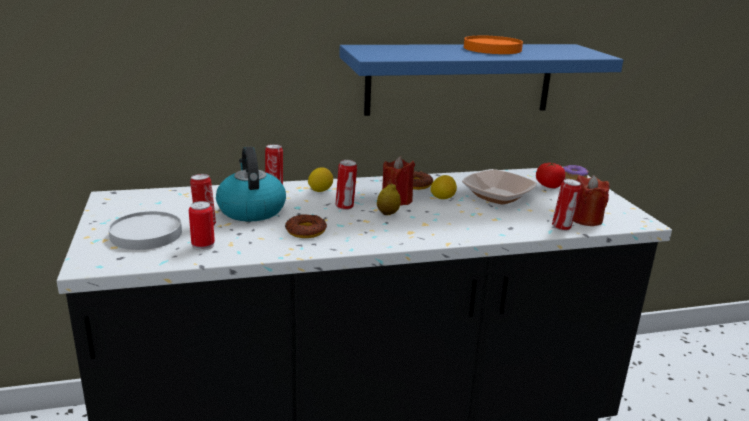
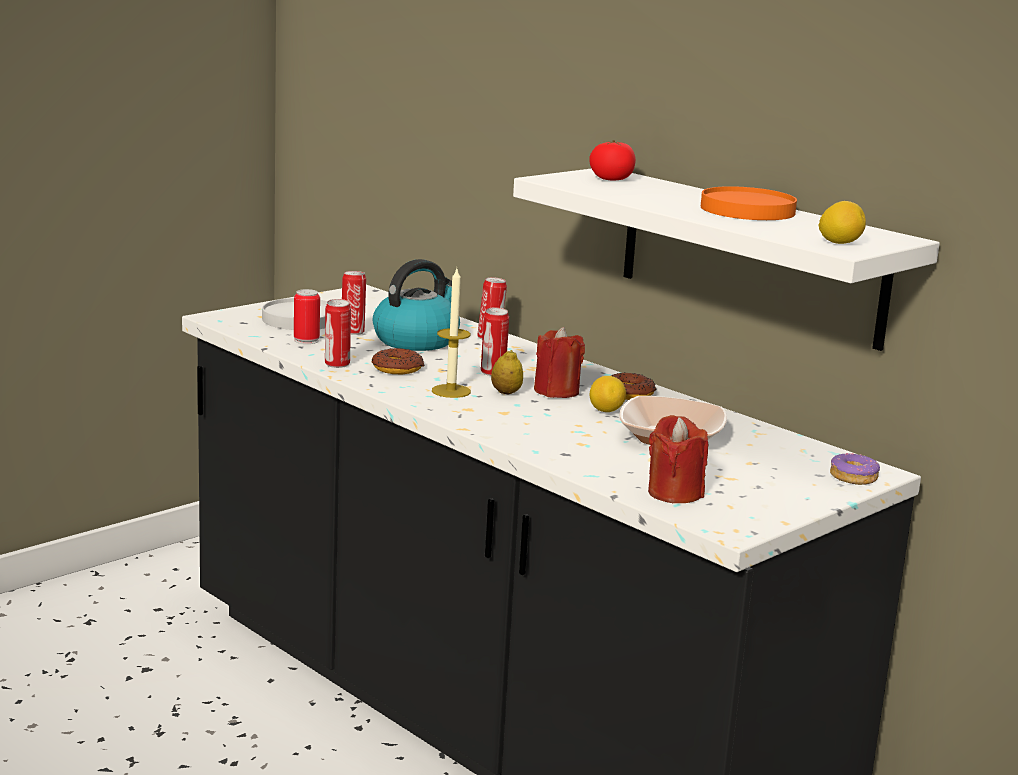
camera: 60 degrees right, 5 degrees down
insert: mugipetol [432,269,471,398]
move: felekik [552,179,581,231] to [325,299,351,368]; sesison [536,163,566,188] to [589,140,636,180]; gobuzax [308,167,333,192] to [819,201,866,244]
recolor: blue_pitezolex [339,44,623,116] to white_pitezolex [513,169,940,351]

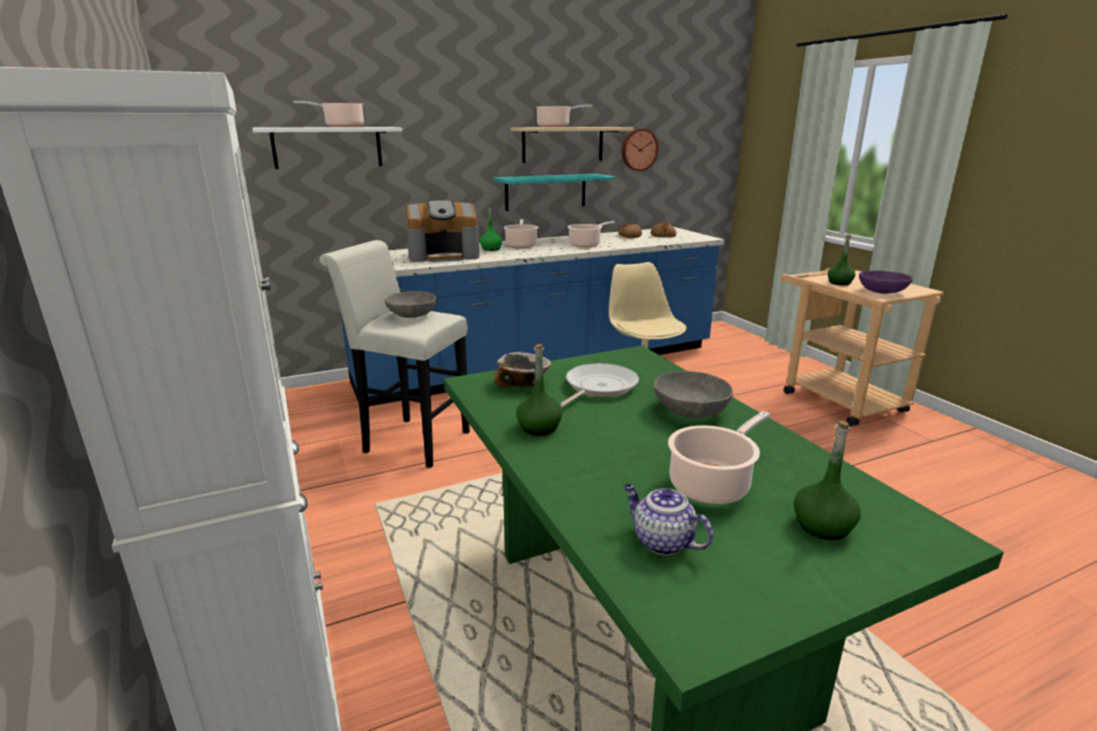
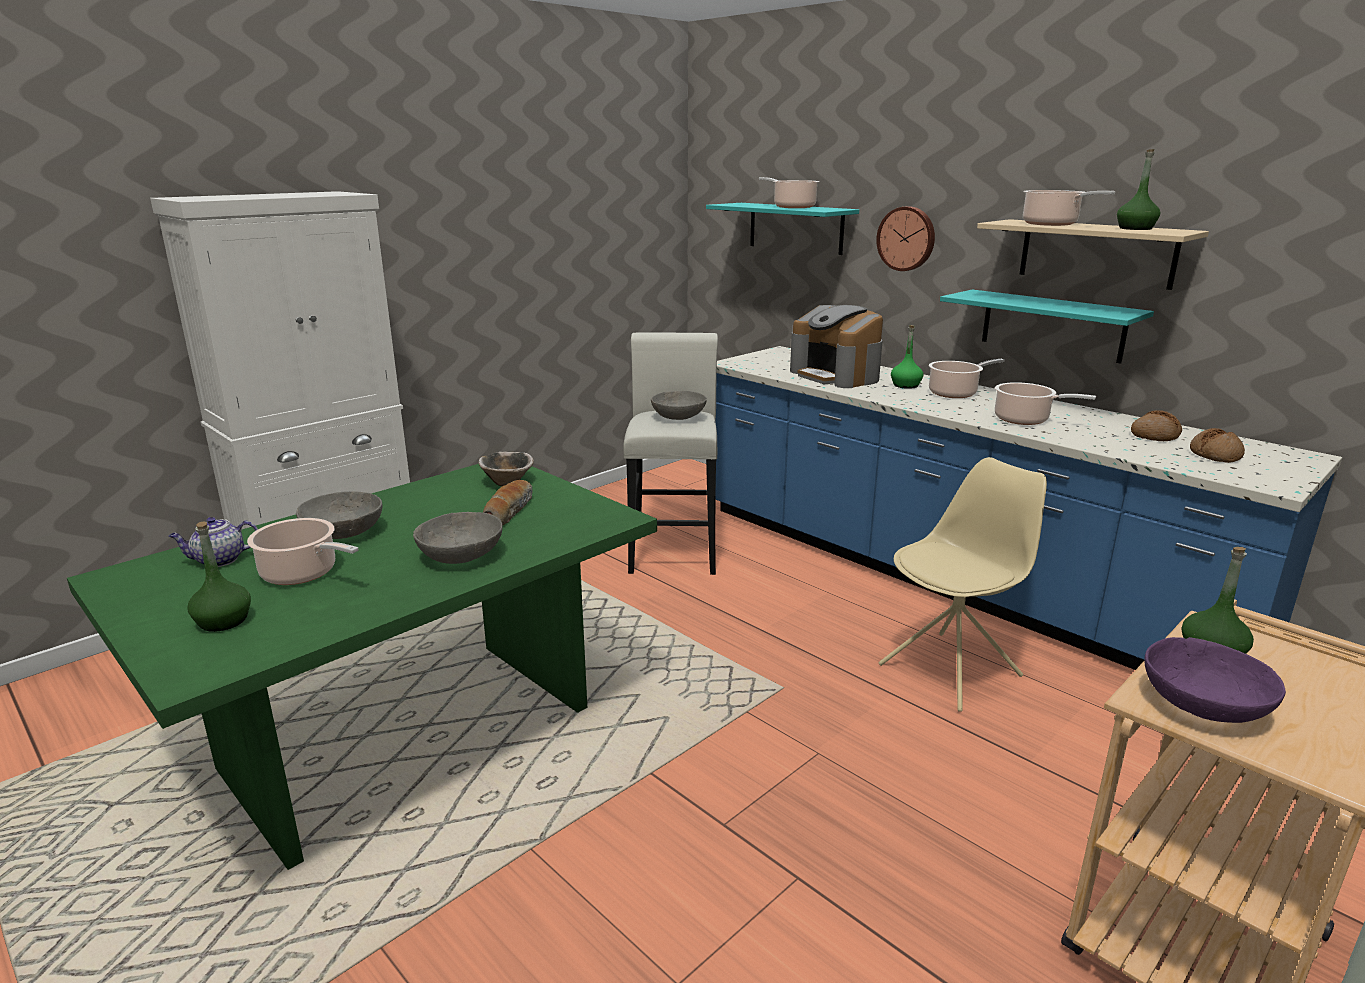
camera: 70 degrees right, 0 degrees up
insert: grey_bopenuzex [296,491,383,539]
move: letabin [622,129,658,171] to [876,206,935,271]; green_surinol [516,344,563,436] to [1117,149,1160,230]
replace: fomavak [560,363,639,408] to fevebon [483,480,532,526]
recolor: white_pitezolex [252,127,402,169] to turquoise_pitezolex [706,203,859,255]
rotate: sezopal [624,484,713,555] = [169,517,258,567] 135 degrees counterclockwise

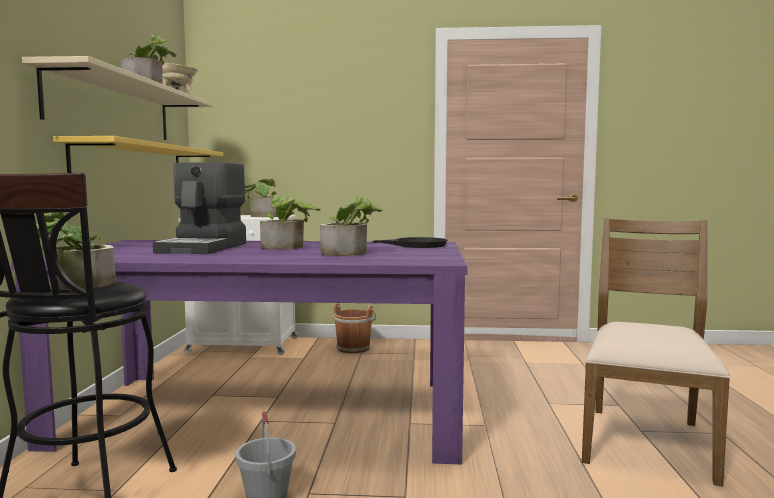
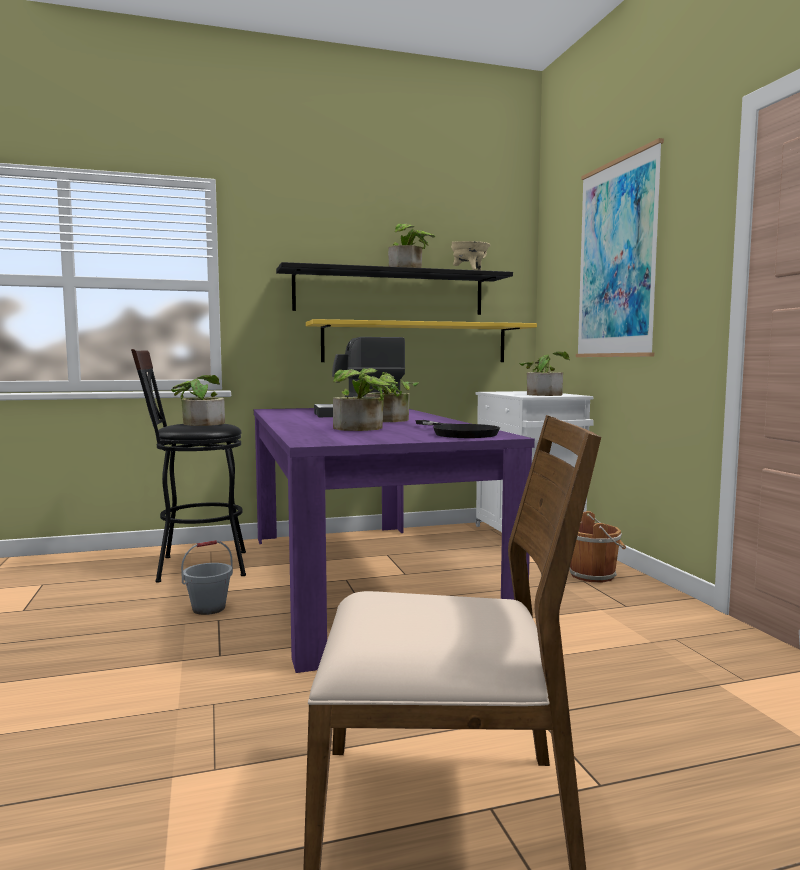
camera: 70 degrees right, 0 degrees up
insert: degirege [576,138,664,357]
recolor: beige_pitezolex [22,56,213,140] to black_pitezolex [276,262,513,315]

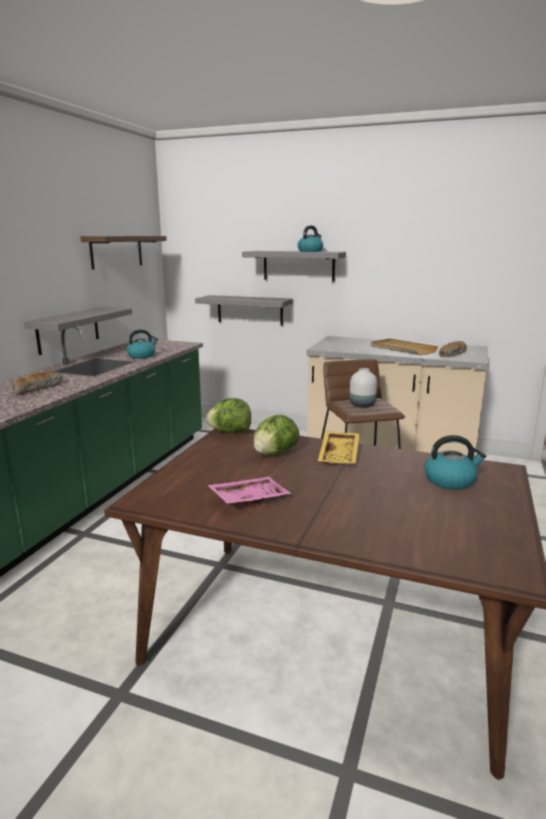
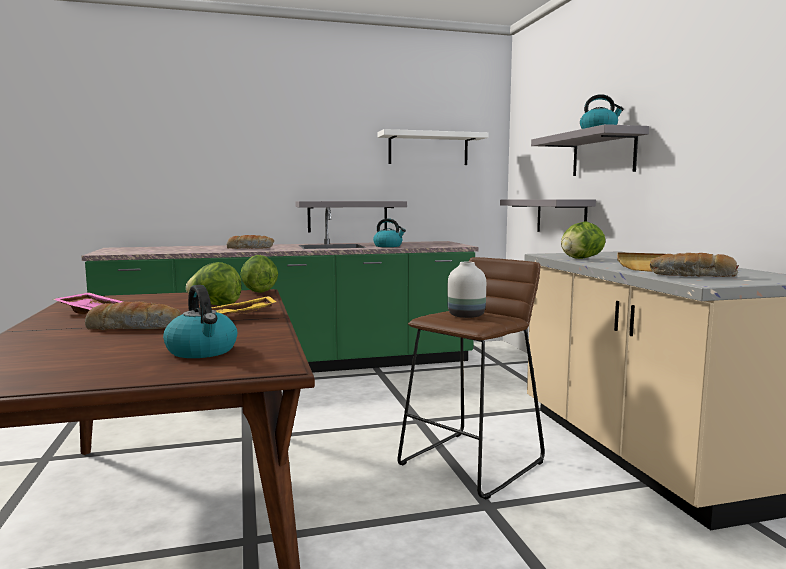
camera: 55 degrees right, 10 degrees down
insert: fevebon [85,302,181,330]; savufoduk [561,222,605,259]
recolor: brown_pitezolex [81,236,167,269] to white_pitezolex [377,129,489,165]

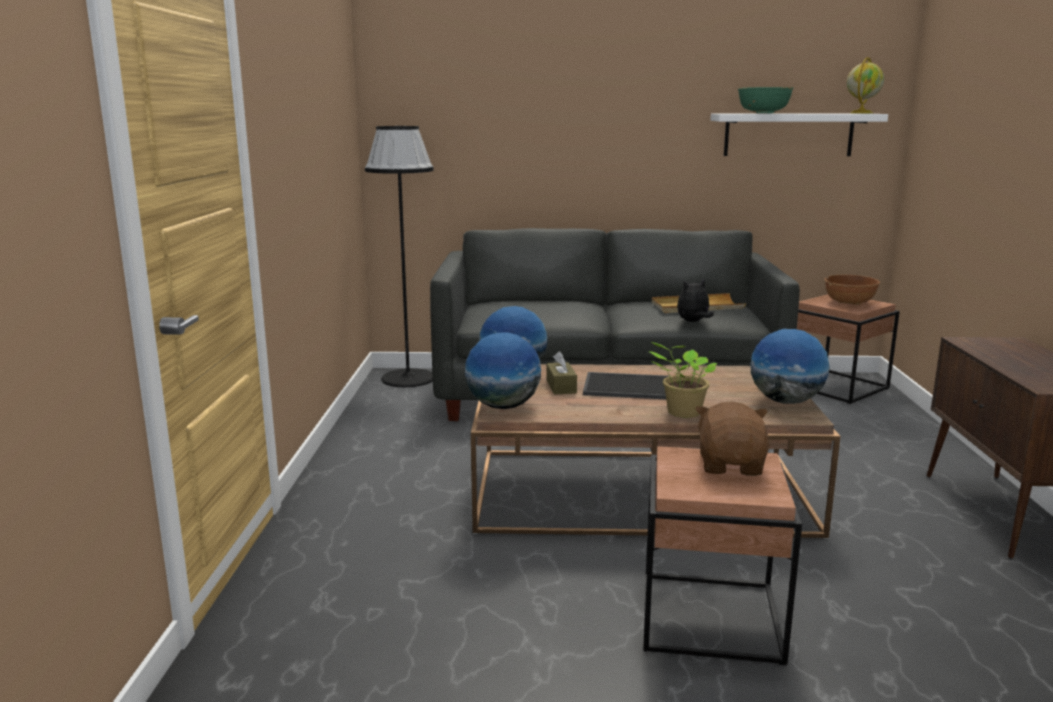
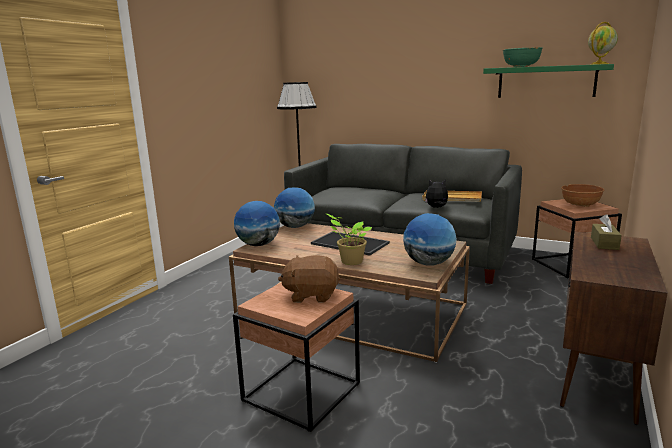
camera: 25 degrees right, 0 degrees up
move: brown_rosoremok [547,351,577,394] to [591,214,622,250]
recolor: white_pitezolex [711,114,888,156] to green_pitezolex [483,64,614,98]
rotate: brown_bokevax [695,402,769,476] = [278,255,340,303] 120 degrees counterclockwise

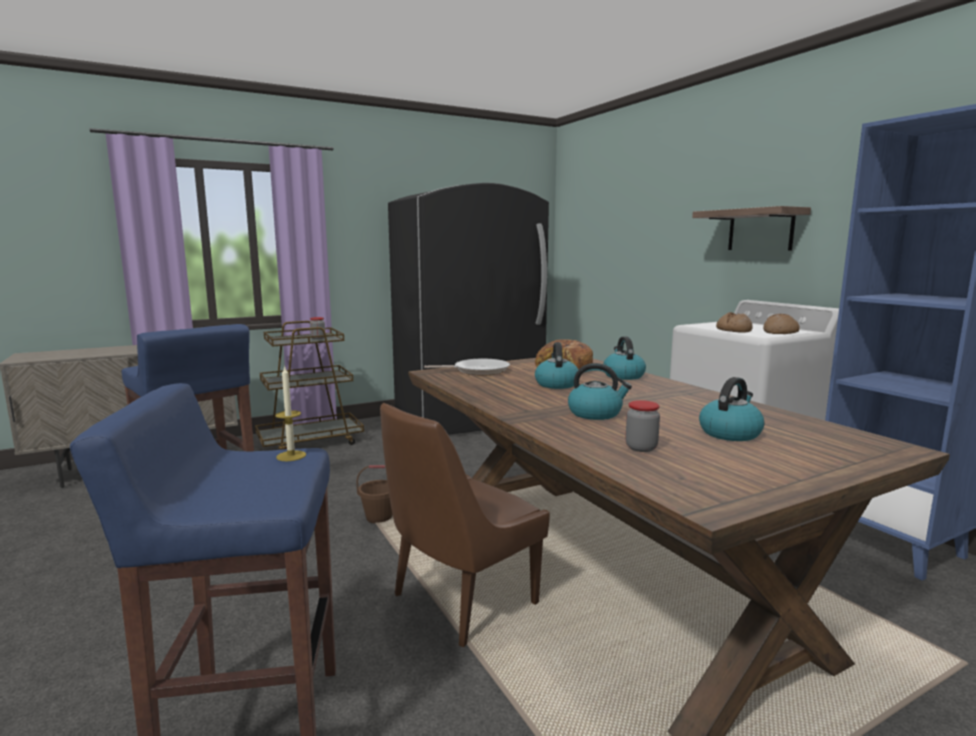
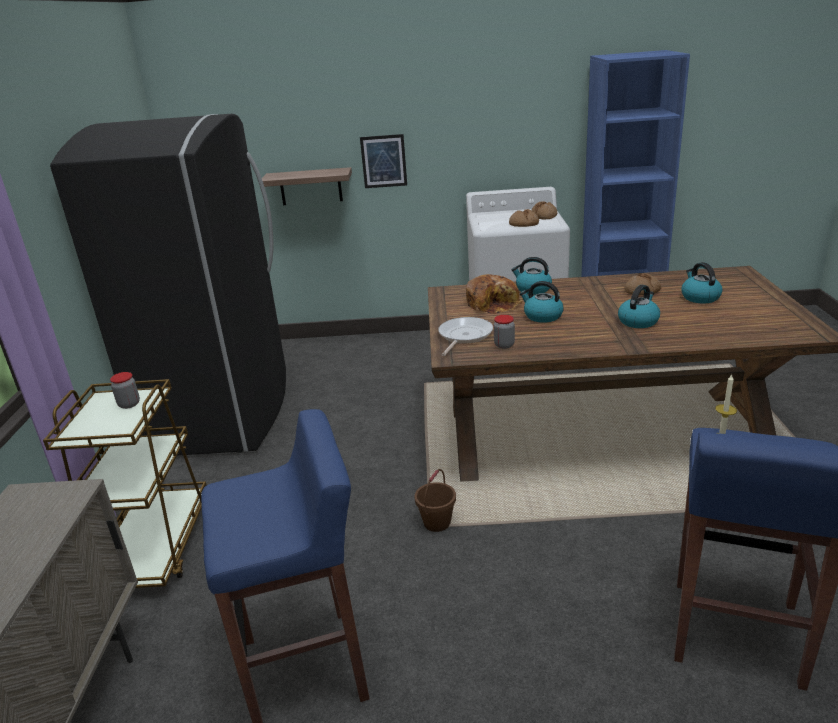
camera: 60 degrees left, 15 degrees up
delete: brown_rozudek [380,403,550,647]
insert: degirege [360,134,407,188]; fevebon [624,273,661,295]
move: pitezolex [692,206,811,251] to [262,167,352,205]; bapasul [626,400,660,452] to [494,315,515,349]

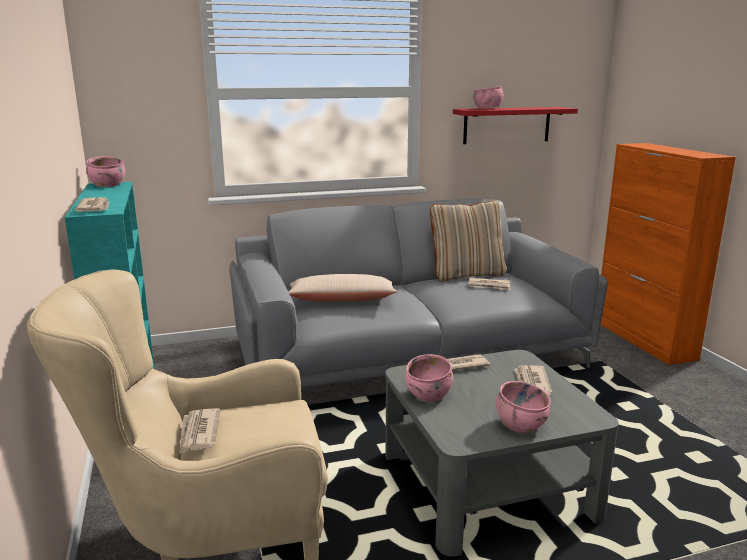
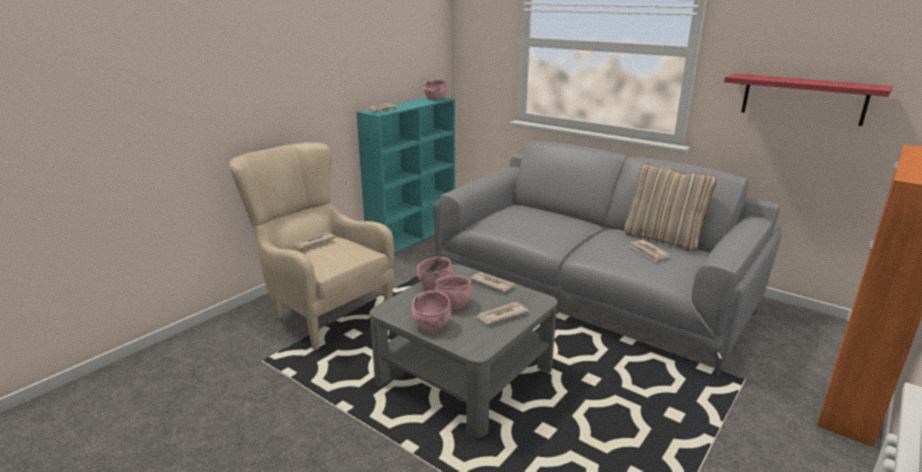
camera: 55 degrees right, 5 degrees up
delete: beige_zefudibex [288,274,397,302]
move: pink_bopenuzex [473,86,503,109] to [434,276,472,309]

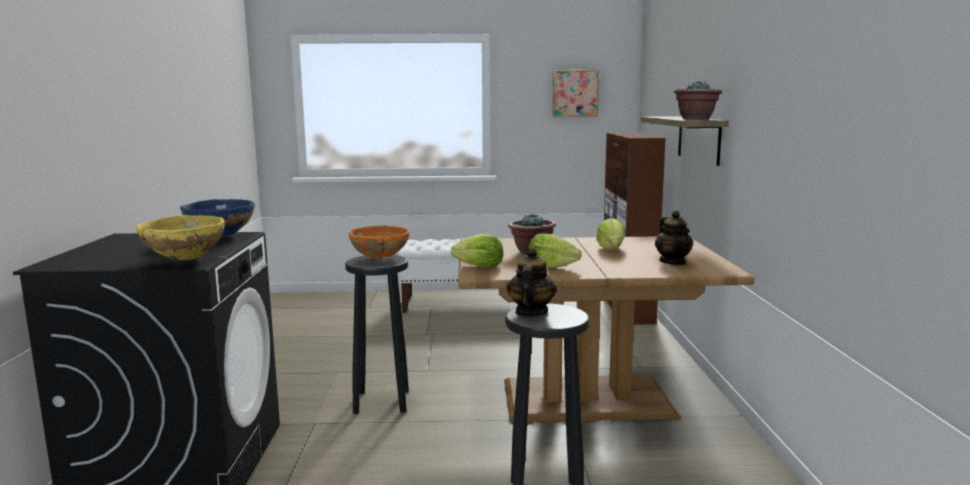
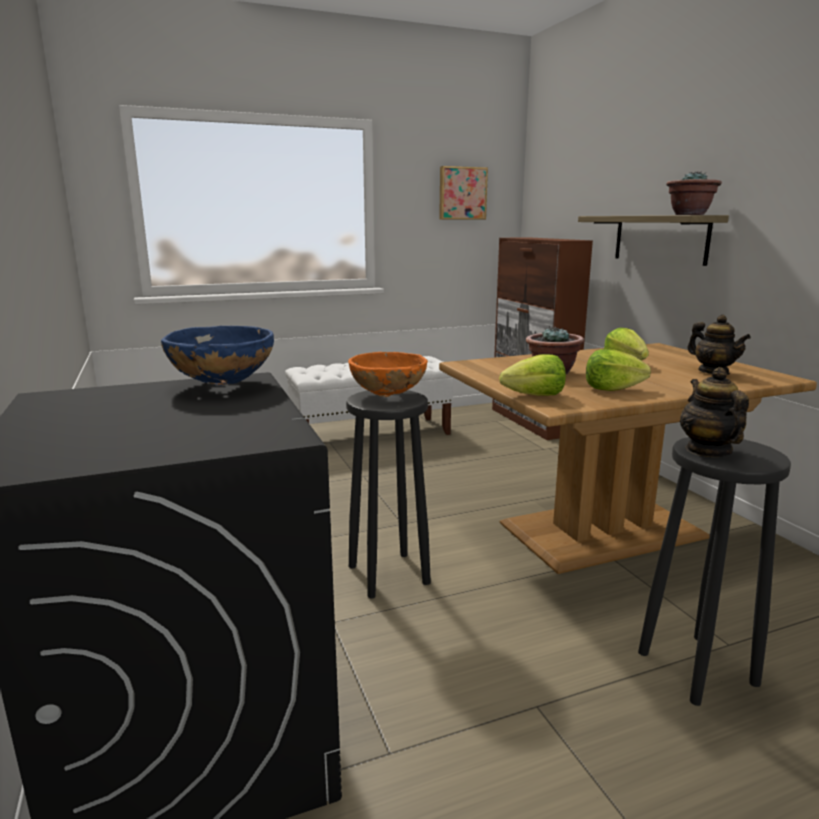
camera: 20 degrees left, 5 degrees up
delete: yellow_bopenuzex [136,215,225,260]

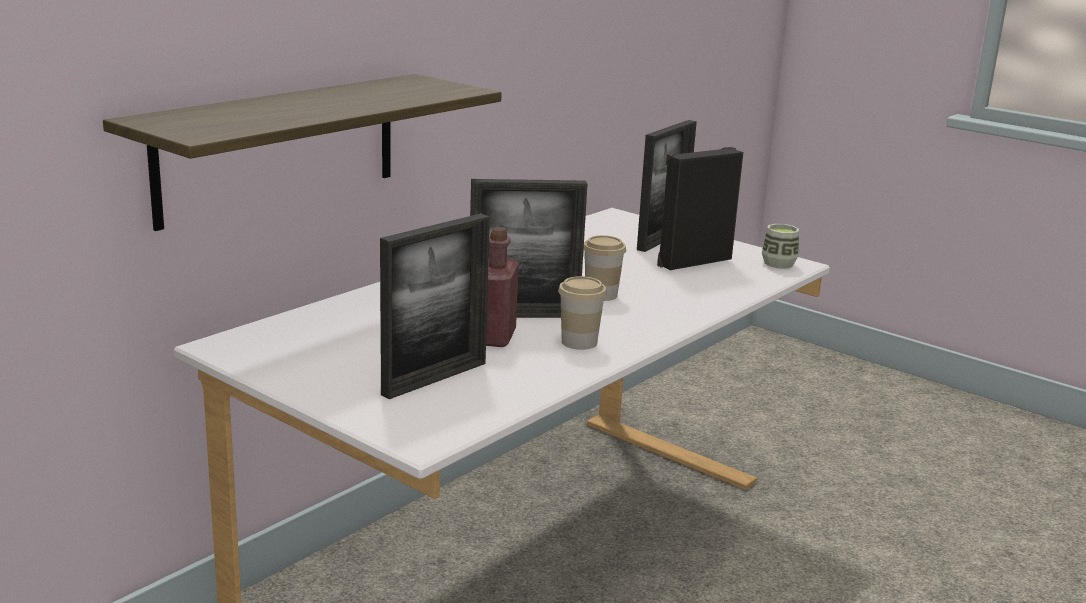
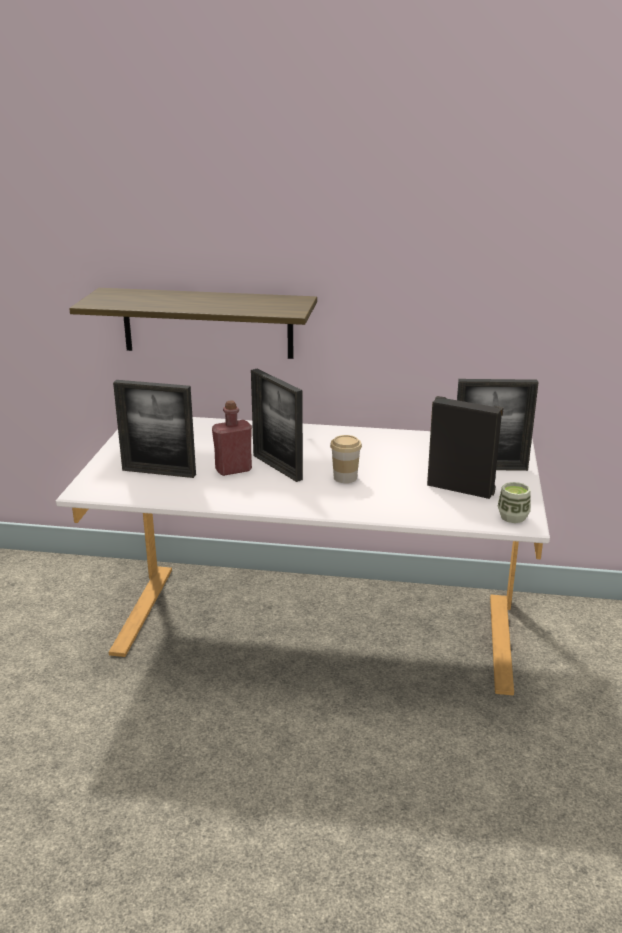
camera: 60 degrees right, 5 degrees up
delete: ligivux [558,276,607,350]

